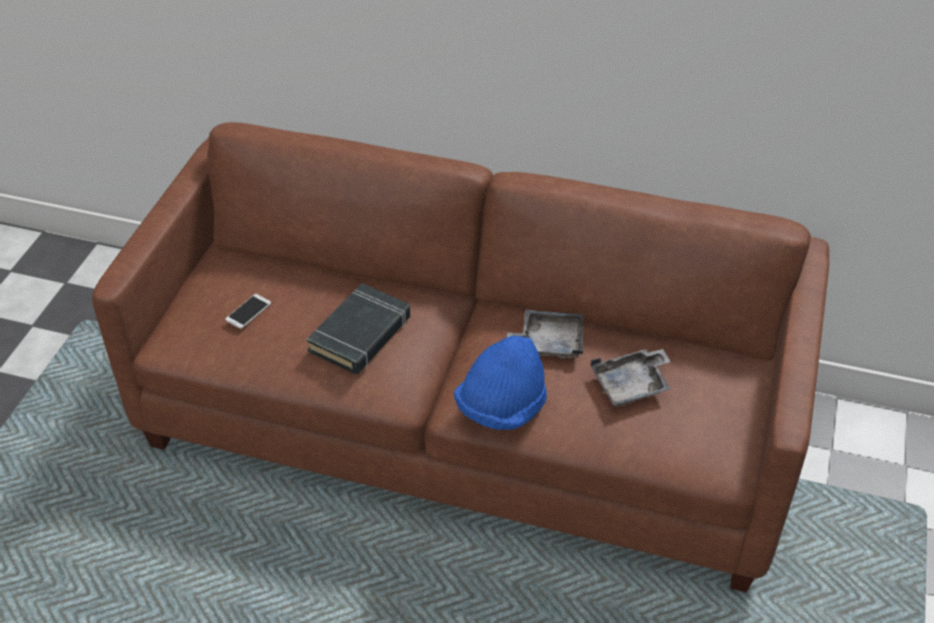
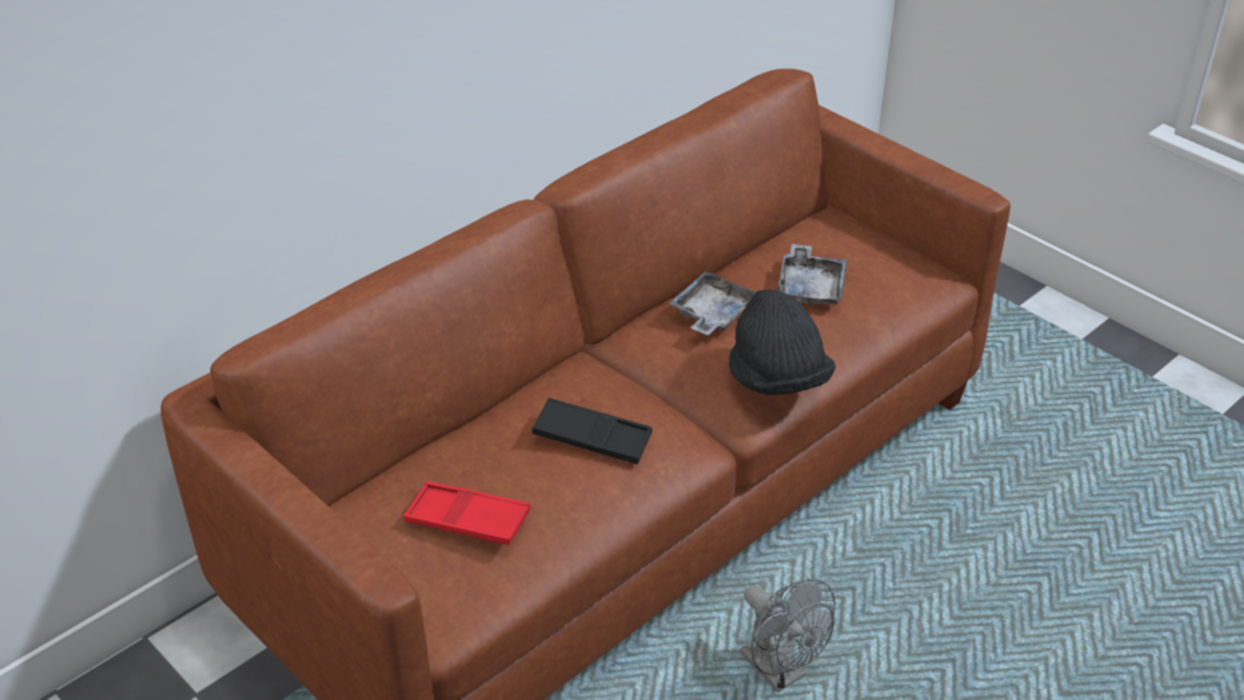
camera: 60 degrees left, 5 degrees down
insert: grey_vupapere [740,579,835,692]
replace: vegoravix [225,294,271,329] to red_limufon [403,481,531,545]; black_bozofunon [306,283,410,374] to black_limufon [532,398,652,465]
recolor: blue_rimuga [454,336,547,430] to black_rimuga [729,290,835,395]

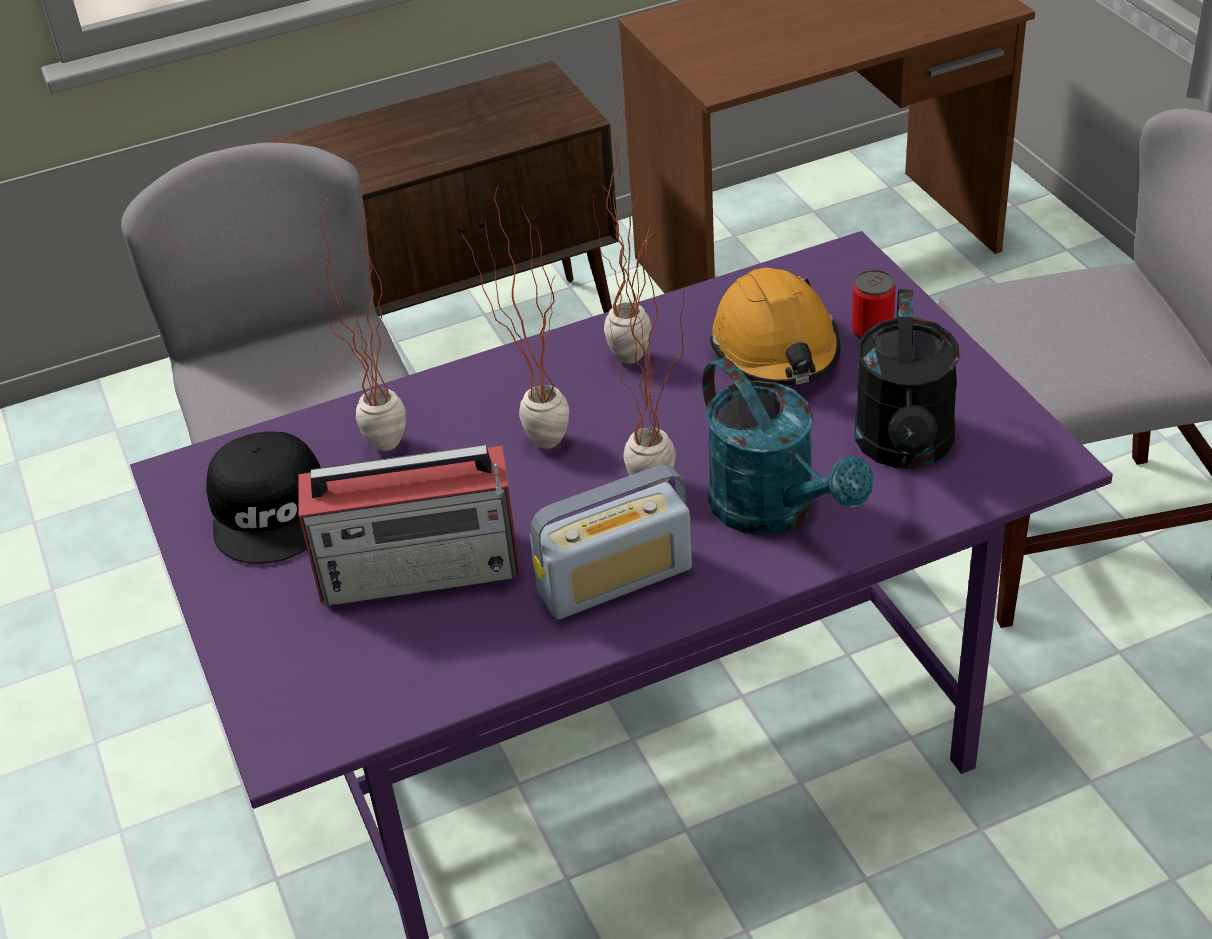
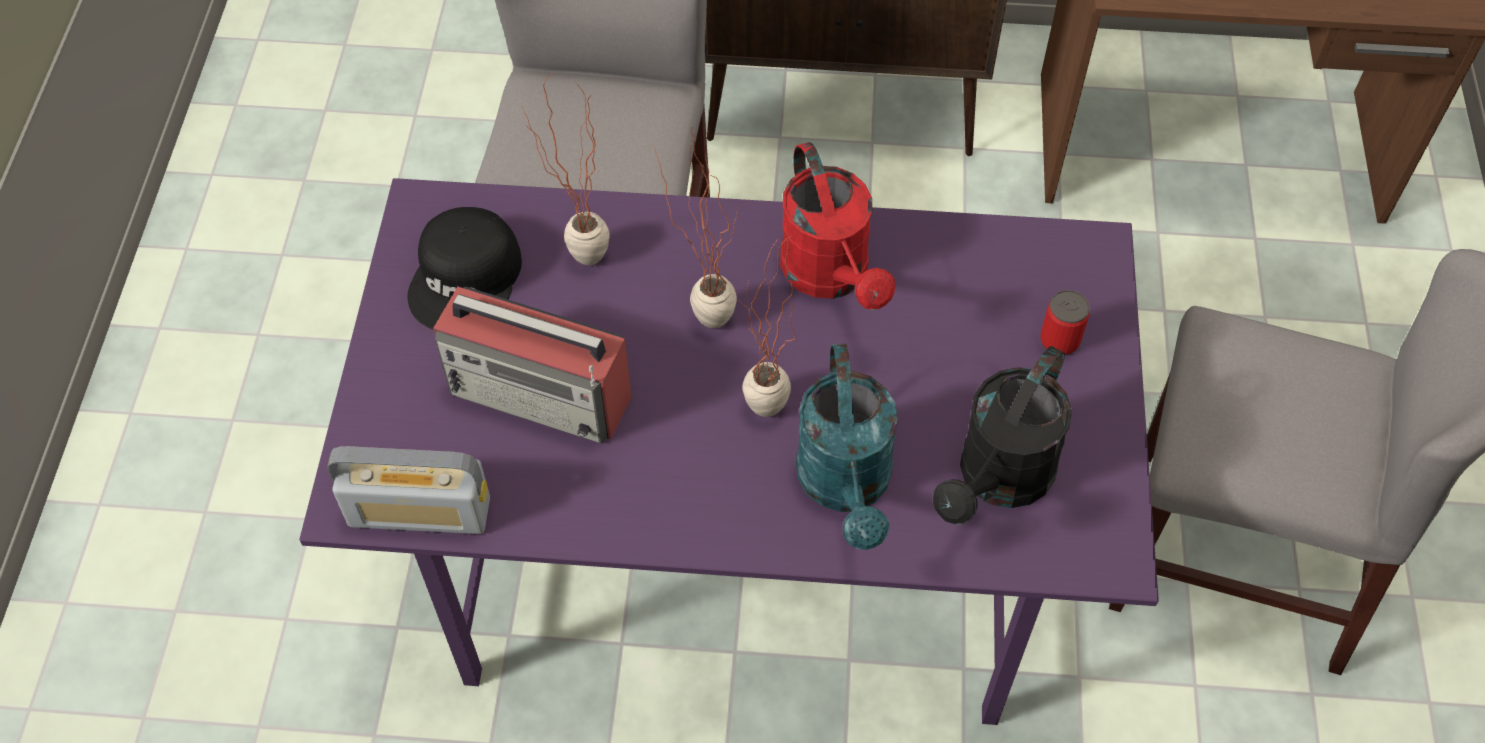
camera: 25 degrees right, 15 degrees up
delete: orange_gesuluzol [710,268,840,386]
move: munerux [530,465,692,620] to [328,446,490,534]
replace: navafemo [593,108,654,364] to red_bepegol [780,142,896,310]

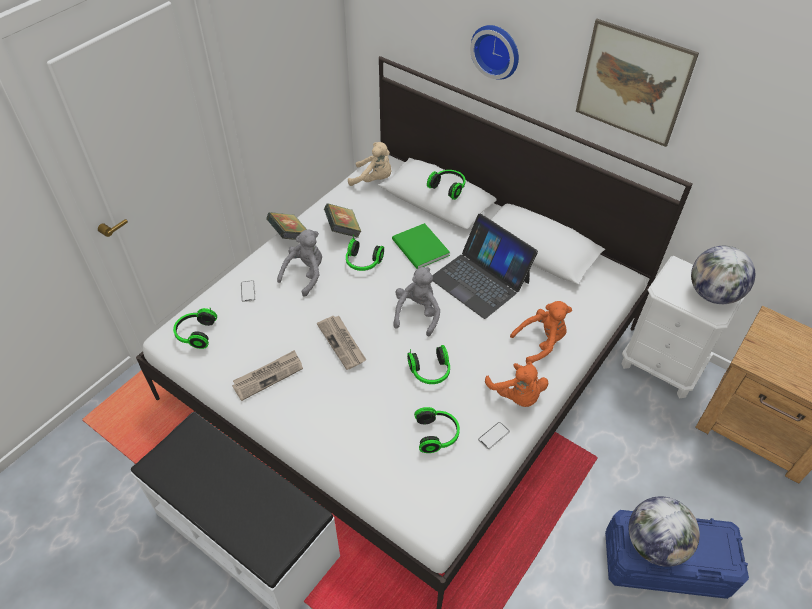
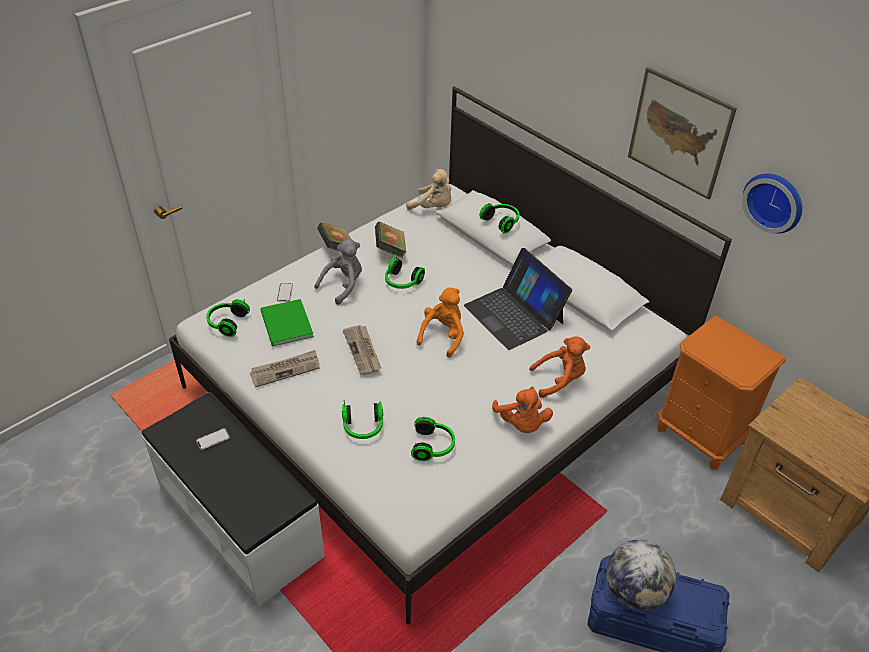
camera: 10 degrees right, 5 degrees down
delete: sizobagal [691,246,755,304]
move: vegoravix [478,422,510,449] to [196,428,230,450]; green_bozofunon [392,223,450,269] to [260,299,314,346]; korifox [407,345,450,384] to [342,400,383,439]; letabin [470,25,519,80] to [742,174,802,234]
recolor: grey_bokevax [393,267,440,337] to orange_bokevax [417,287,464,358]; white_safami [621,256,745,398] to orange_safami [657,316,786,470]

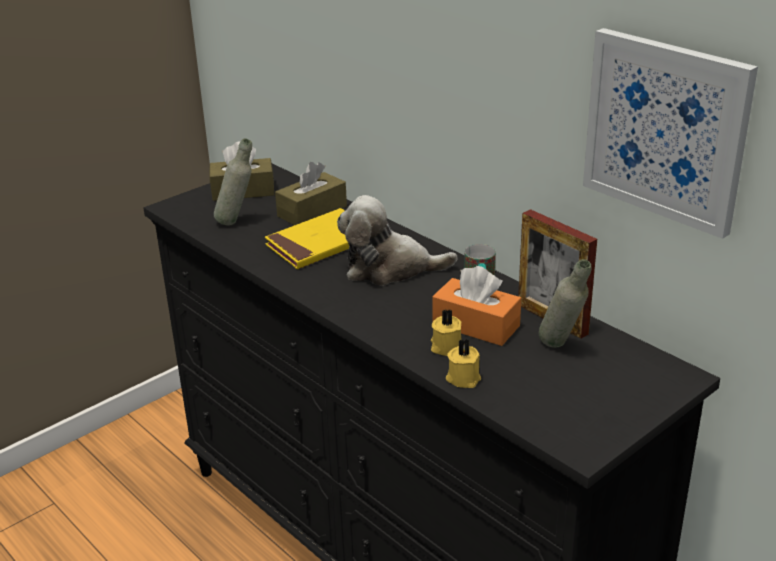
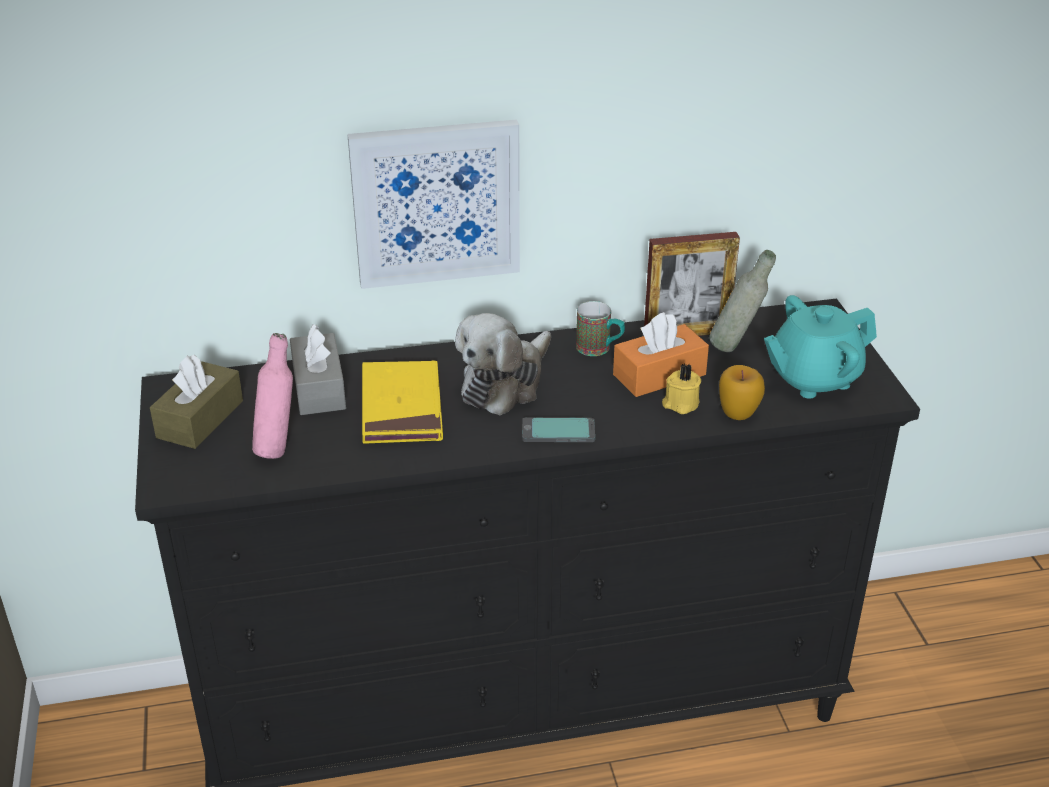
camera: 60 degrees left, 5 degrees up
insert: vegoravix [522,417,595,442]; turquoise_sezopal [764,295,877,399]
move: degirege [583,28,758,239] to [347,119,520,289]
replace: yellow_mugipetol [446,339,481,388] to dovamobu [719,365,765,420]
recolor: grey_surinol [214,138,252,226] to pink_surinol [252,333,293,459]; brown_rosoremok [275,162,347,225] to grey_rosoremok [290,324,346,415]

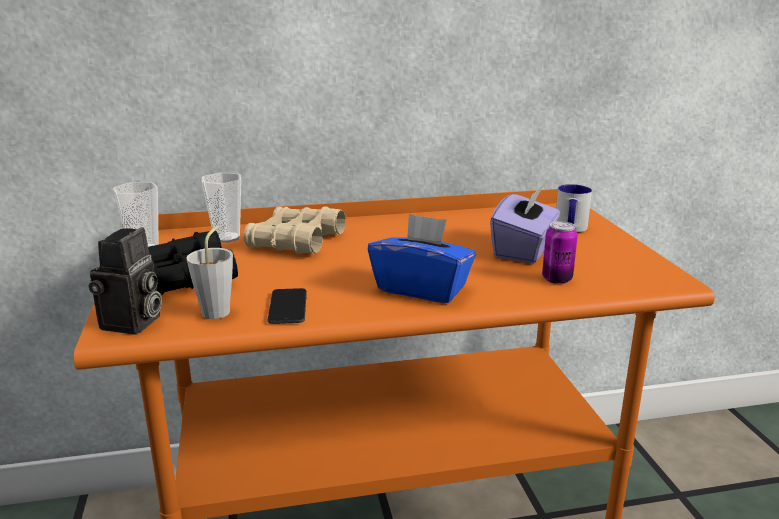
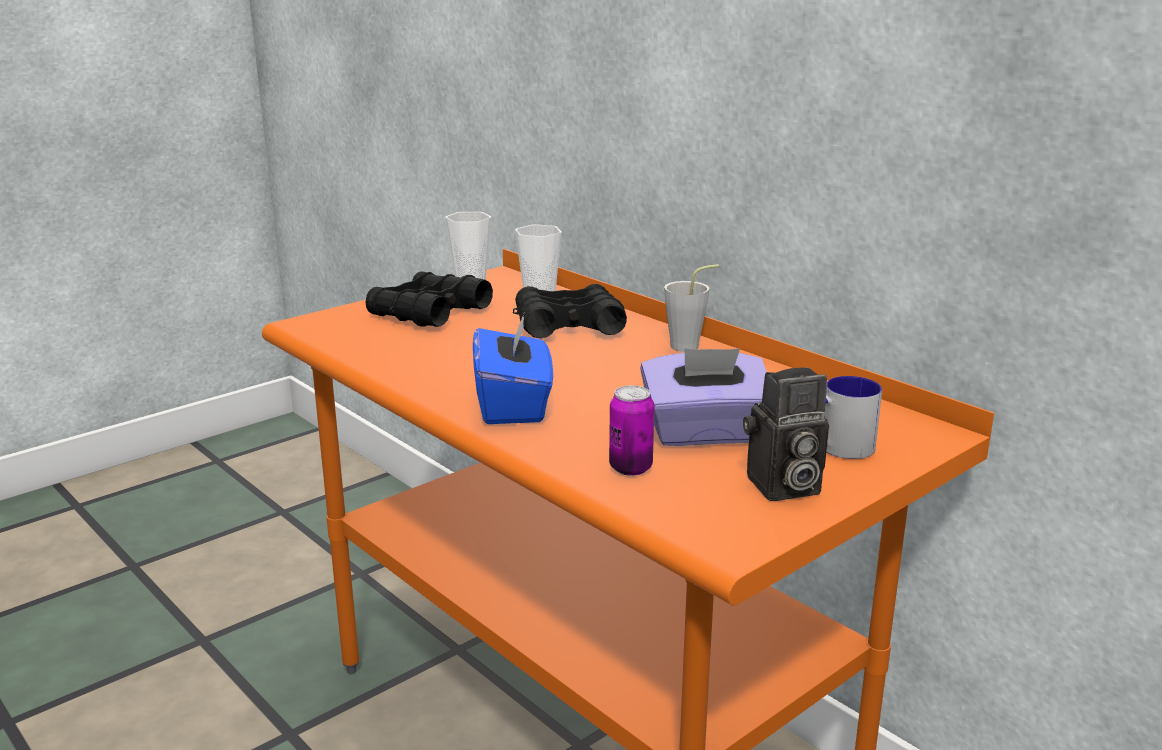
camera: 60 degrees right, 0 degrees up
delete: vegoravix [268,288,307,324]
move: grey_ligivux [186,226,233,319] to [664,264,719,352]; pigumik [89,227,162,335] to [743,368,829,501]
recolor: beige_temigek [244,207,346,254] to black_temigek [513,284,627,338]

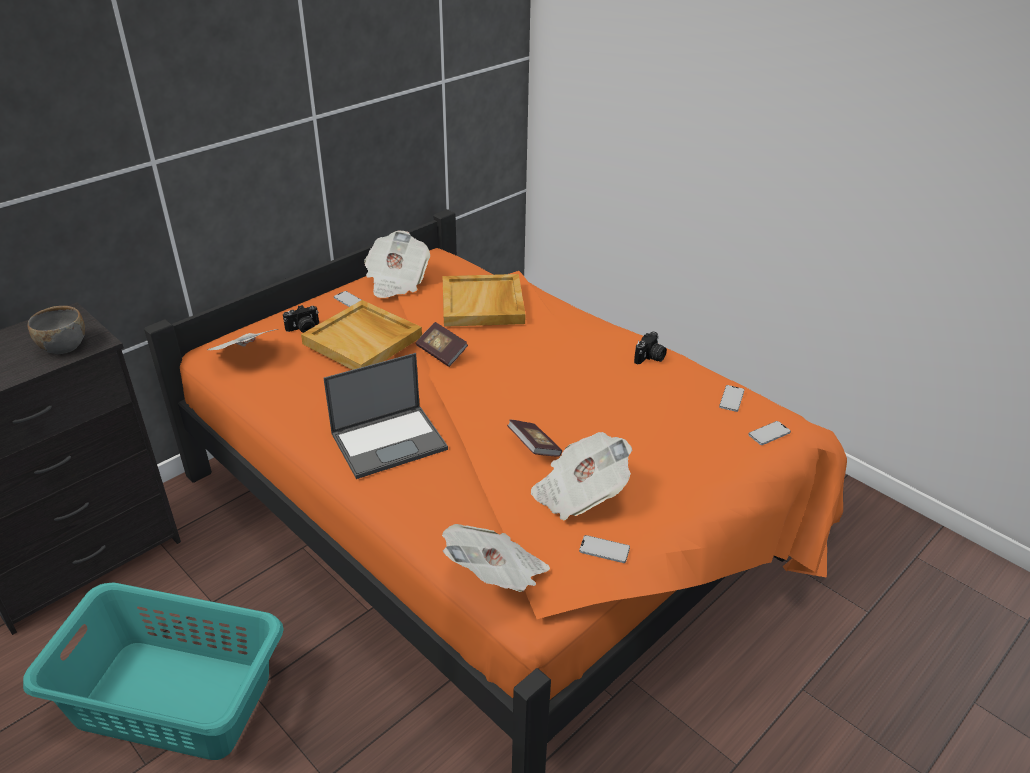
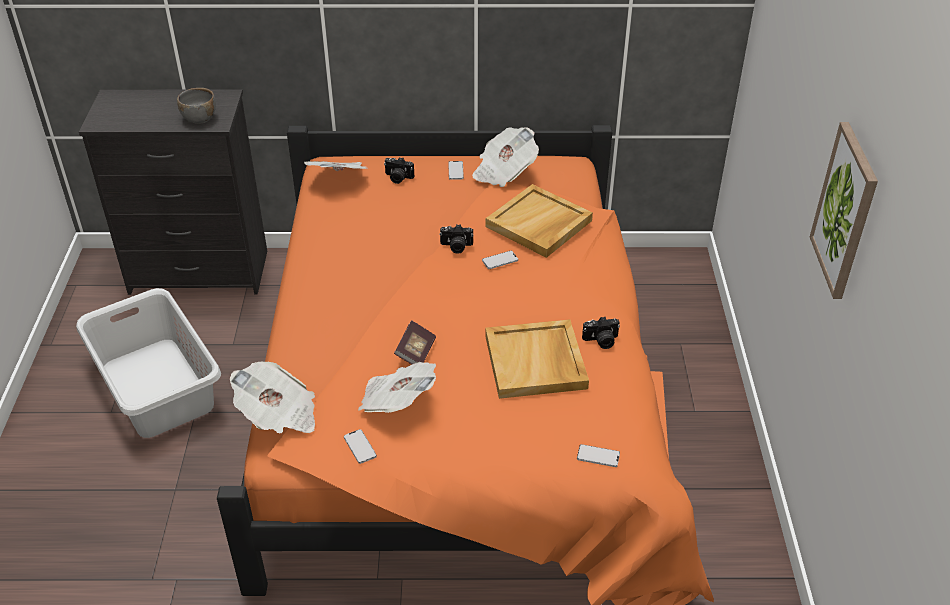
camera: 45 degrees right, 5 degrees up
delete: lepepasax [323,353,448,479]
insert: degirege [810,122,878,299]
move: vegoravix [719,385,744,412] to [482,251,518,269]; beige_limufon [301,300,422,370] to [485,319,589,399]
replace: bozofunon [416,322,468,367] to pigumik [440,224,473,254]
recolor: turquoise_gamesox [23,582,284,760] to grey_gamesox [76,288,221,438]

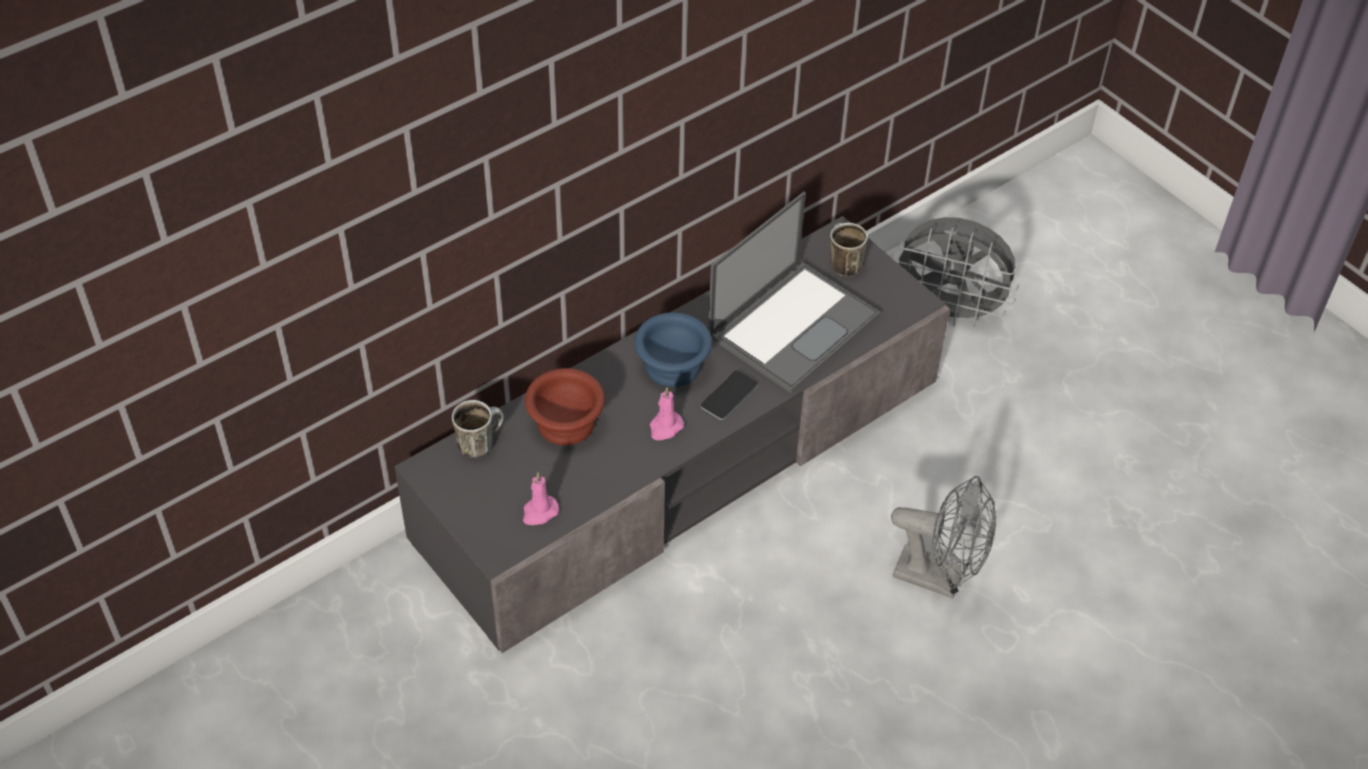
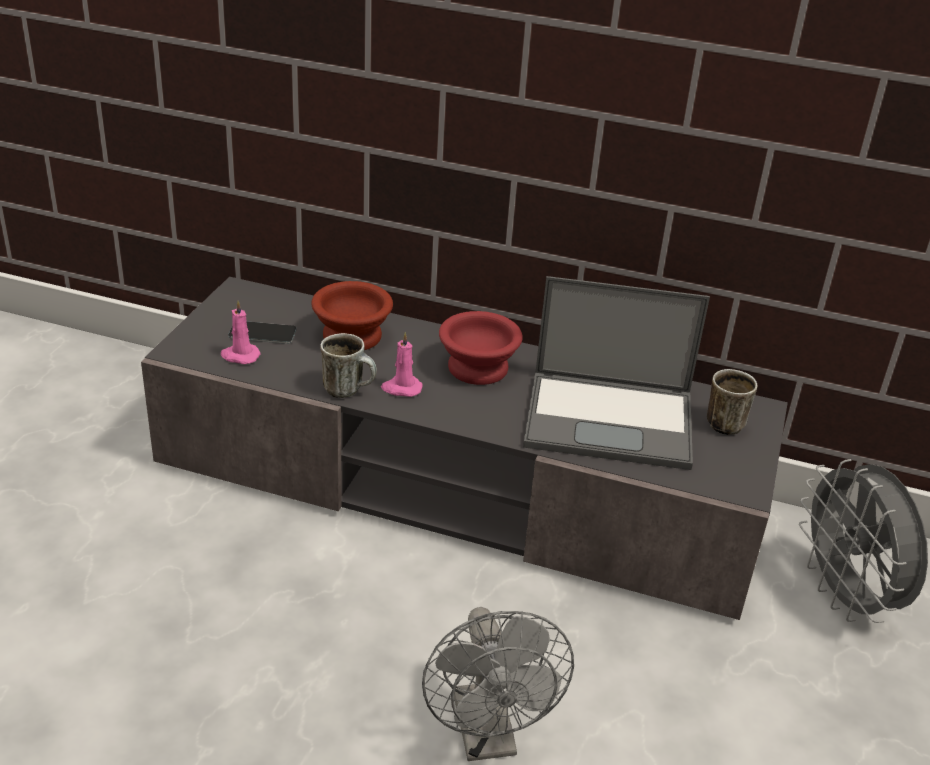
camera: 55 degrees right, 15 degrees down
move: vegoravix [701,370,758,420] to [228,321,296,344]; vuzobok [452,400,504,458] to [320,333,377,398]
recolor: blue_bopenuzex [635,312,712,387] to red_bopenuzex [439,311,523,385]

